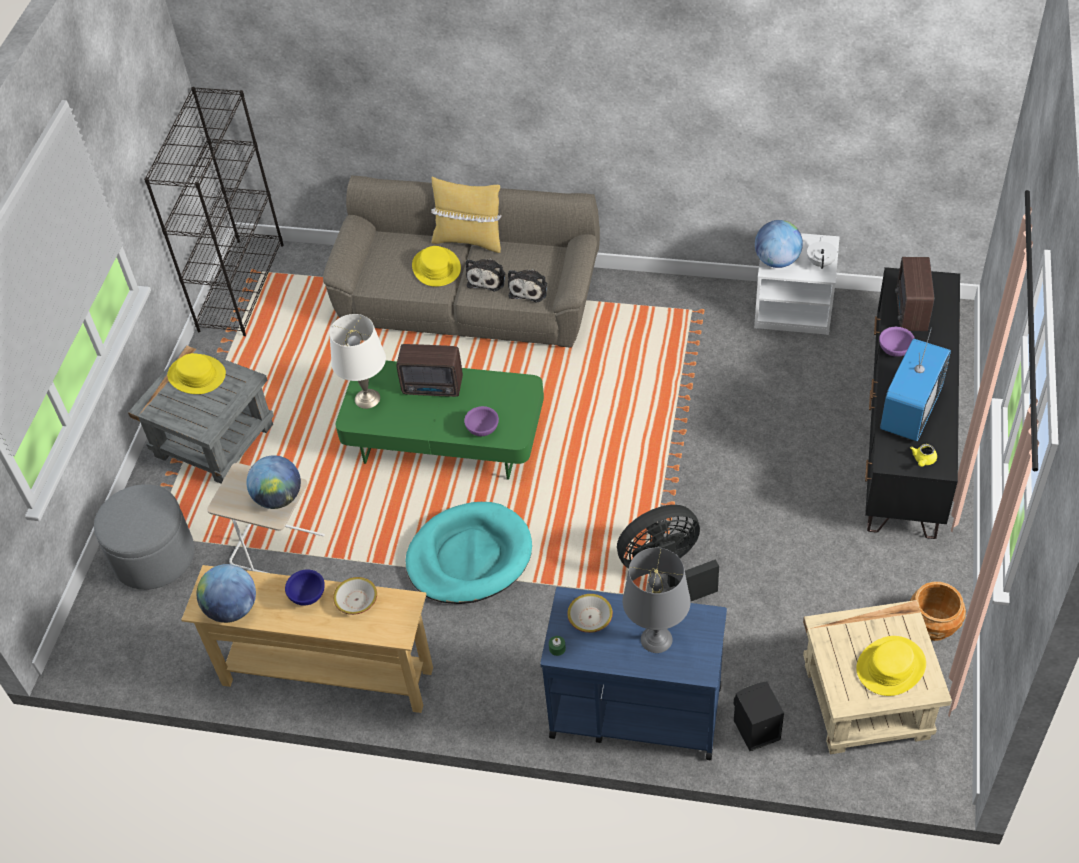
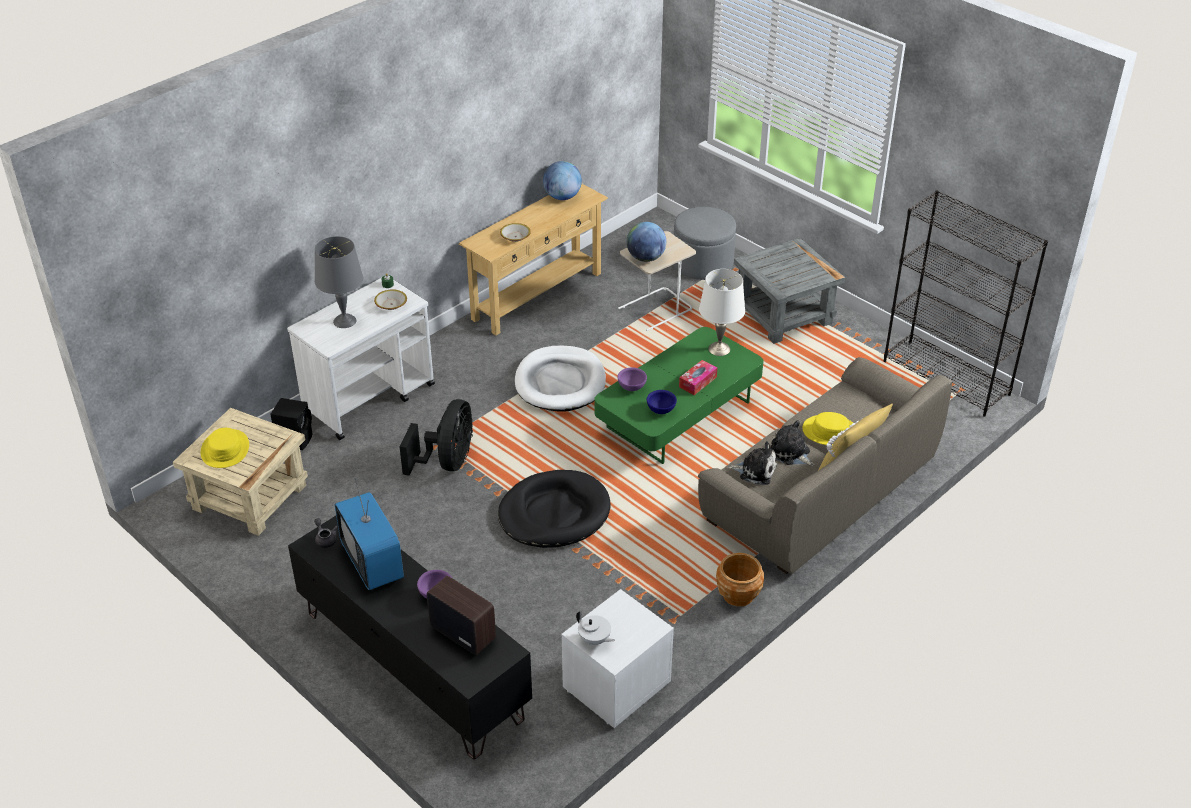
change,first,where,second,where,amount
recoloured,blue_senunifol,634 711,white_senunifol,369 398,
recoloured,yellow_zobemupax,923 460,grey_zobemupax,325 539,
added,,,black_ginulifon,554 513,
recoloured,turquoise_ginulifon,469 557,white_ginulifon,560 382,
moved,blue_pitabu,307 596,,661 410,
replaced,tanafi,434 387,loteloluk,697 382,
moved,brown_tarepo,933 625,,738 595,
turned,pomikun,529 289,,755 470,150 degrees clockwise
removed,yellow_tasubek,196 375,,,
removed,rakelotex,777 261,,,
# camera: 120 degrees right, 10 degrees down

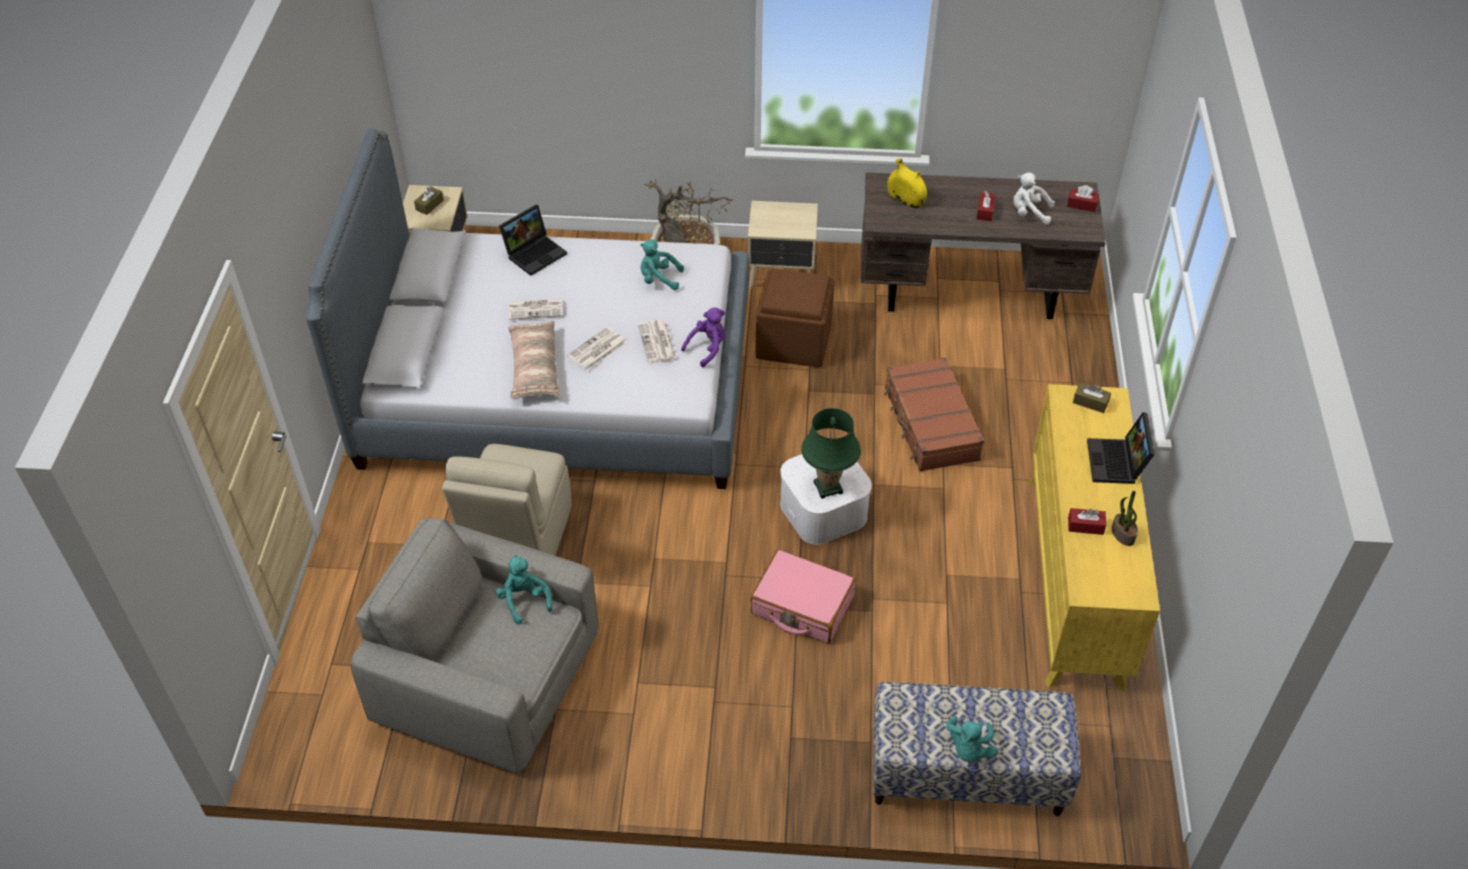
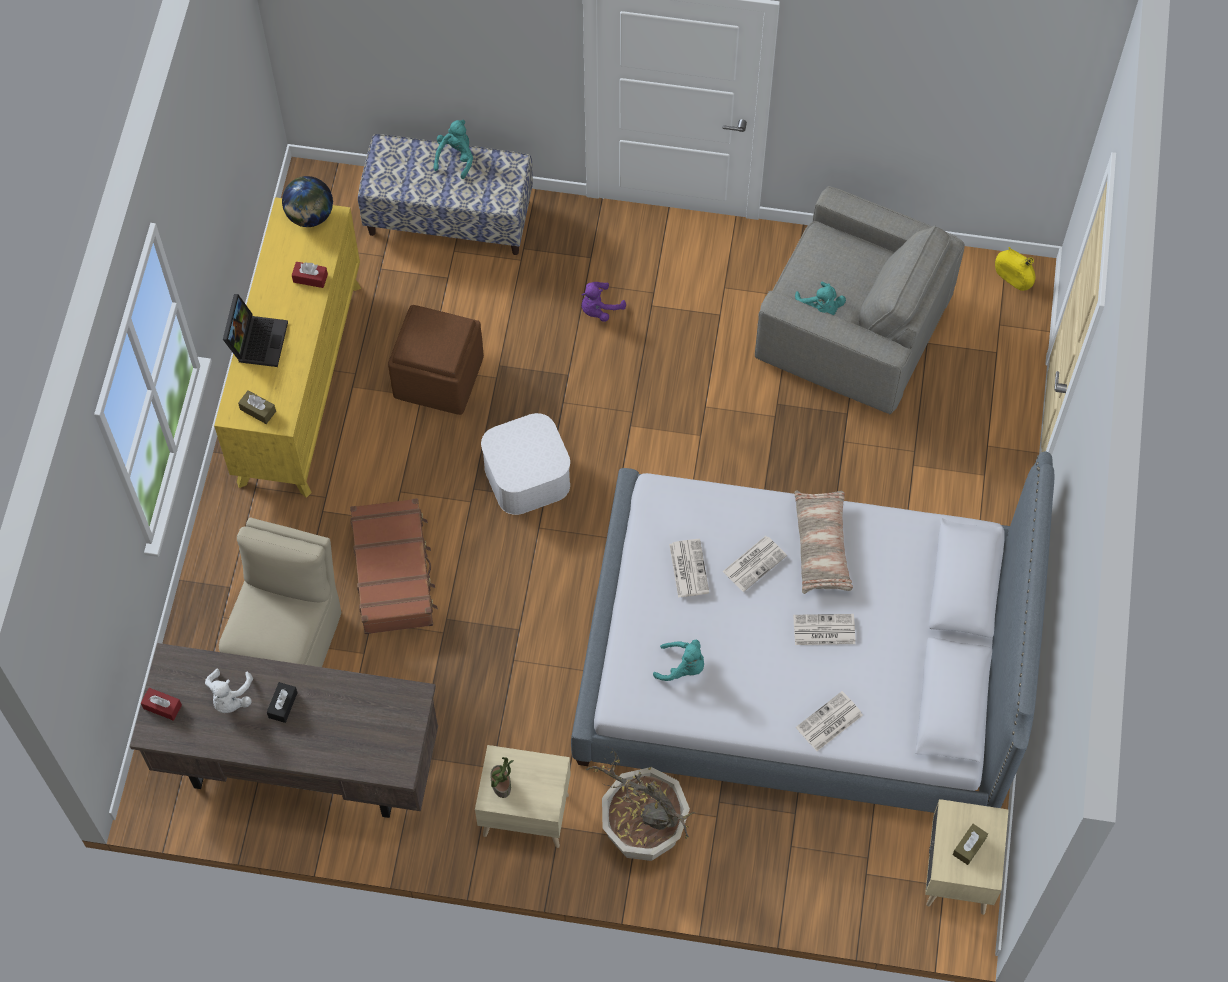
change,first,where,second,where,amount
turned,white_pomikun,1029 212,,230 698,75 degrees clockwise
moved,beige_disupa,518 542,,288 645,
recoloured,red_loteloluk,985 211,black_loteloluk,283 705,
added,,,rakelotex,310 216,
moved,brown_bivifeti,794 341,,438 376,
moved,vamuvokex,1122 534,,501 784,
moved,purple_pomikun,708 348,,599 309,
replaced,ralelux,535 253,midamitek,829 722,
moved,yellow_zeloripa,905 200,,1012 278,
removed,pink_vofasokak,802 605,,,
removed,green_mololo,828 487,,,
# camera: 175 degrees left, 15 degrees up

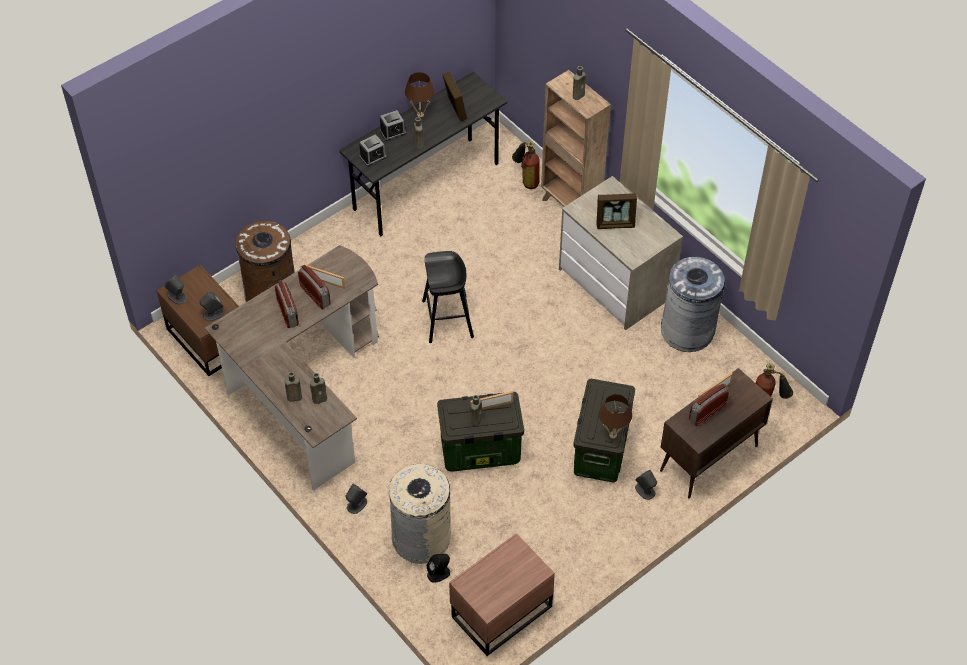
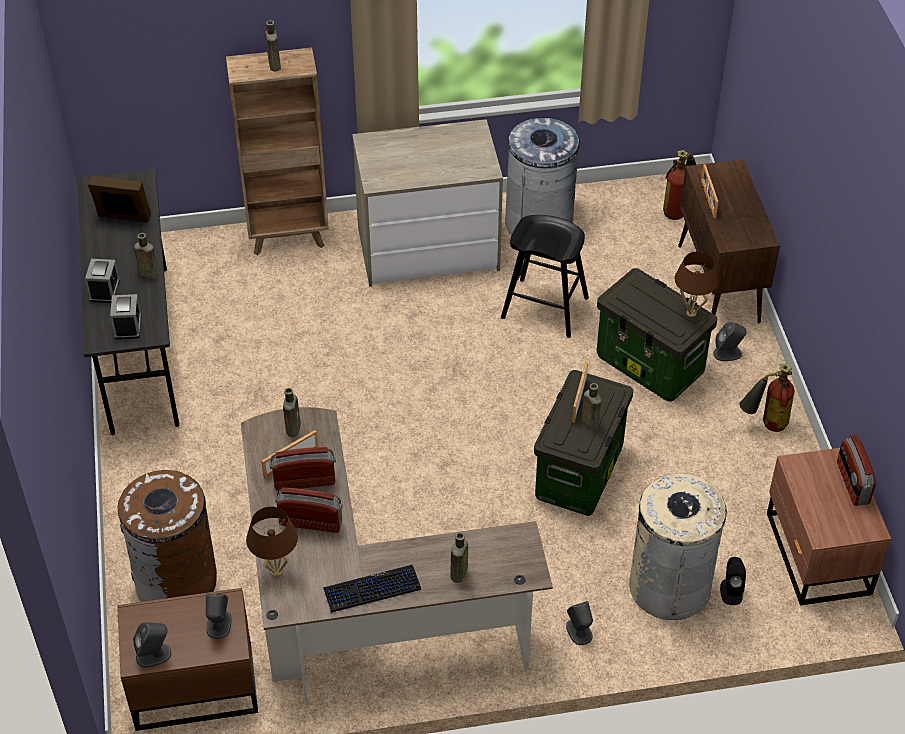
change,first,where,second,where,amount
moved,brown_mololo,420 114,,276 571,
moved,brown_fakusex,320 398,,293 427,
added,,,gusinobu,372 589,
moved,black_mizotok,447 318,,544 308,
moved,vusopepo,526 179,,764 425,
moved,tanafi,707 412,,852 483,
removed,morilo,615 224,,,
# camera: 60 degrees left, 5 degrees down

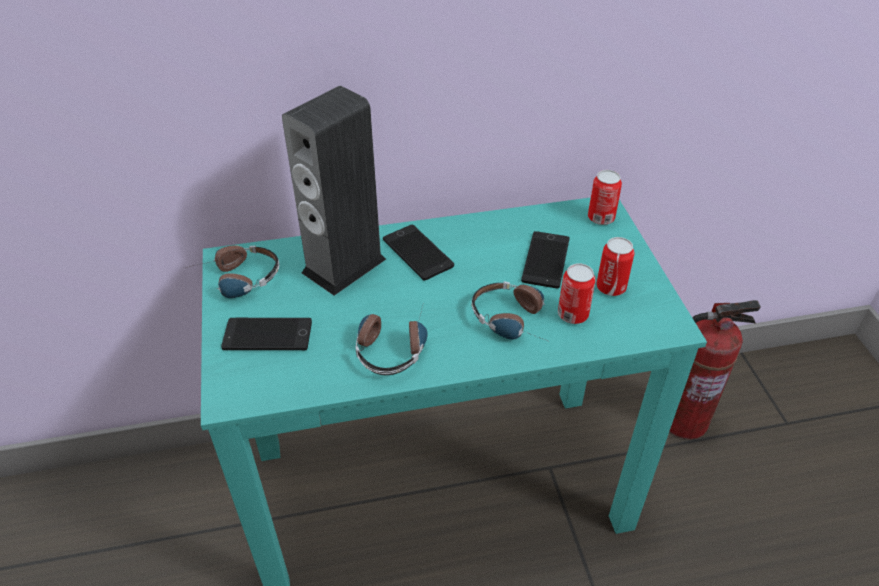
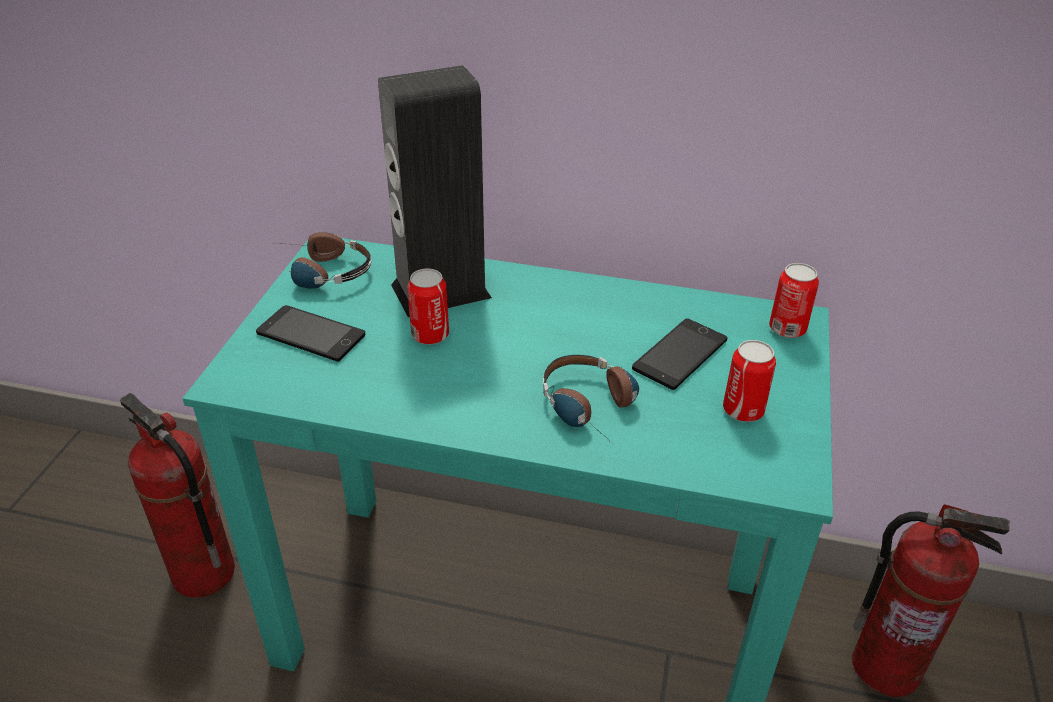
change,first,where,second,where,amount
added,,,vusopepo,202 573,
moved,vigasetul,573 314,,430 335,
removed,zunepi,392 344,,,
removed,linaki,417 253,,,
# camera: 25 degrees right, 5 degrees down

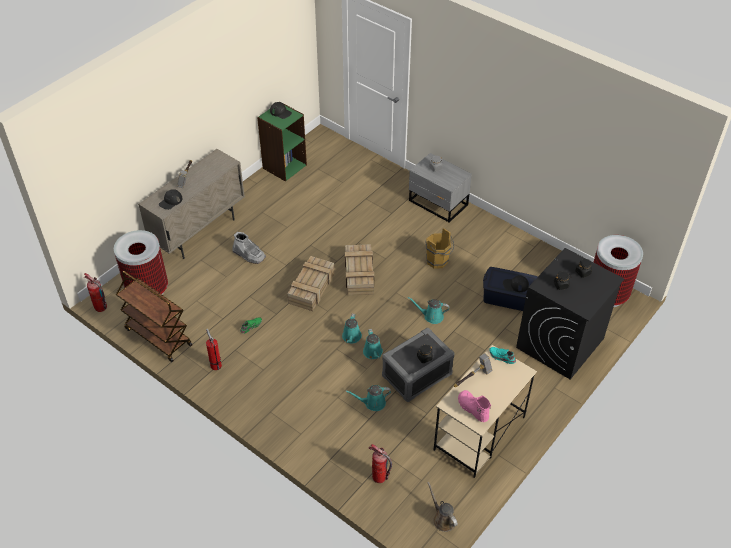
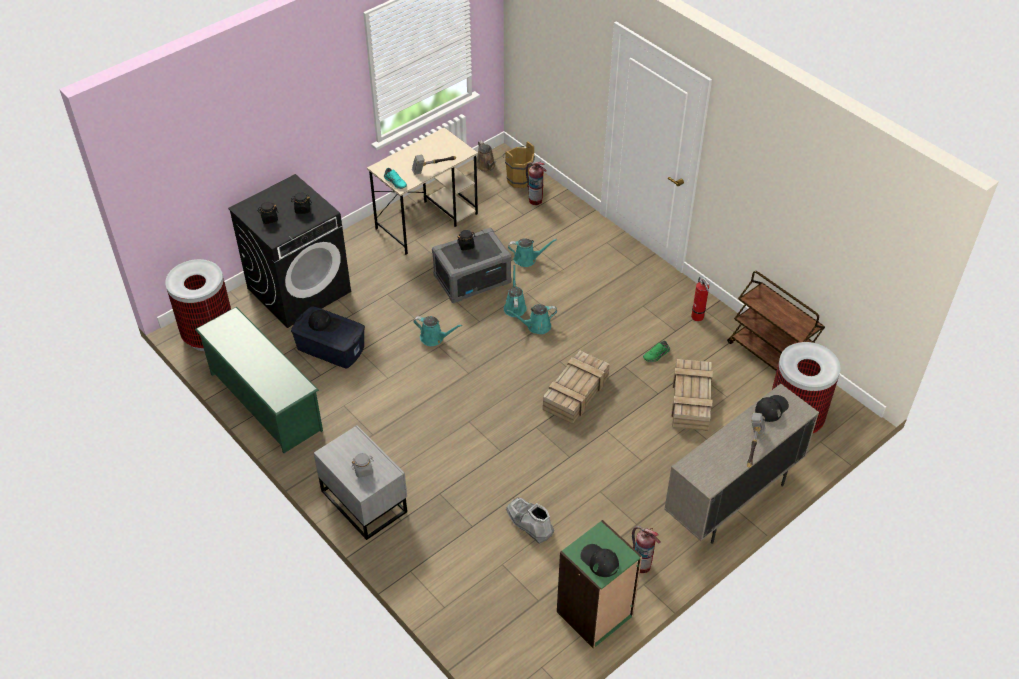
change,first,where,second,where,amount
added,,,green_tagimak,265 401,
moved,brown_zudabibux,438 262,,518 179,
moved,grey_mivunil,249 255,,529 523,
turned,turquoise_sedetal,351 337,,536 326,120 degrees counterclockwise
moved,vusopepo,100 307,,642 565,
moved,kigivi,359 274,,691 401,
removed,pink_mivunil,472 409,,,
# camera: 170 degrees left, 0 degrees up

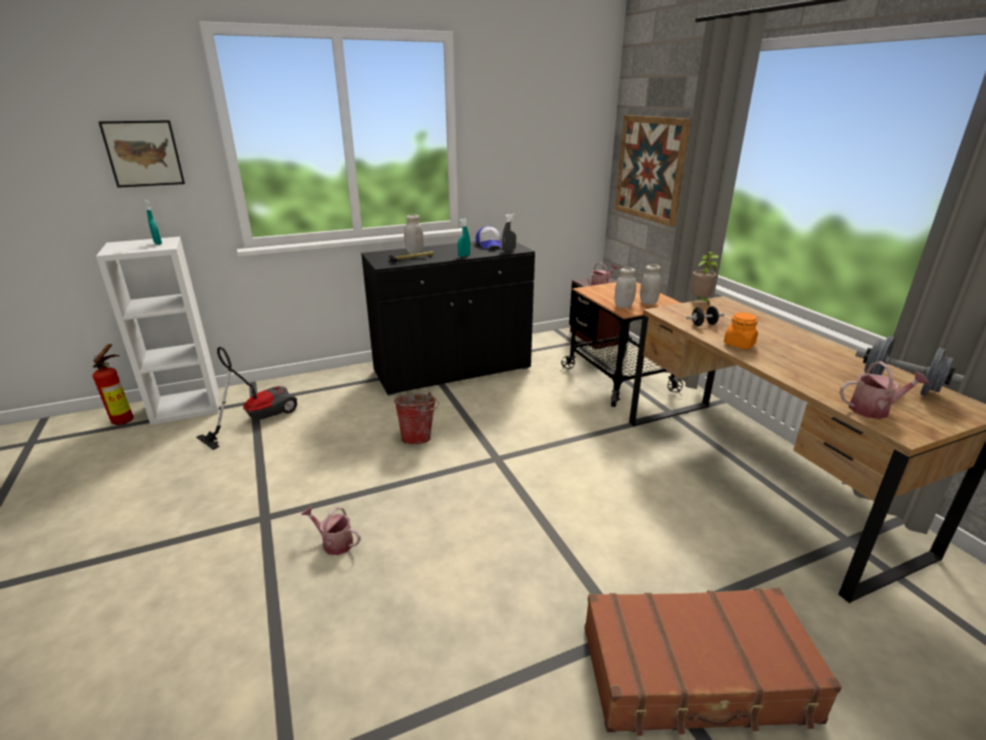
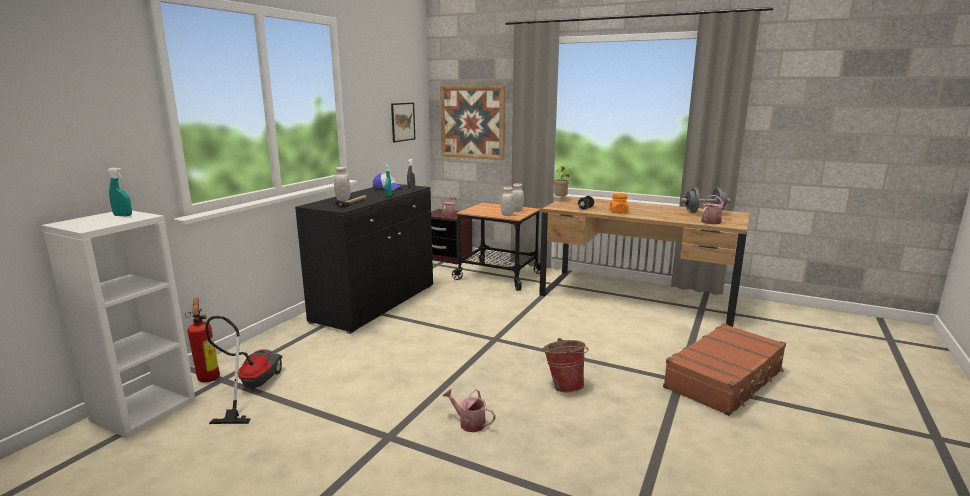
change,first,where,second,where,amount
moved,vusopepo,125 419,,209 377,
moved,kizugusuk,143 153,,402 122,
turned,sedetal,334 542,,469 423,45 degrees clockwise
moved,zudabibux,419 437,,564 385,
# camera: 40 degrees left, 10 degrees down

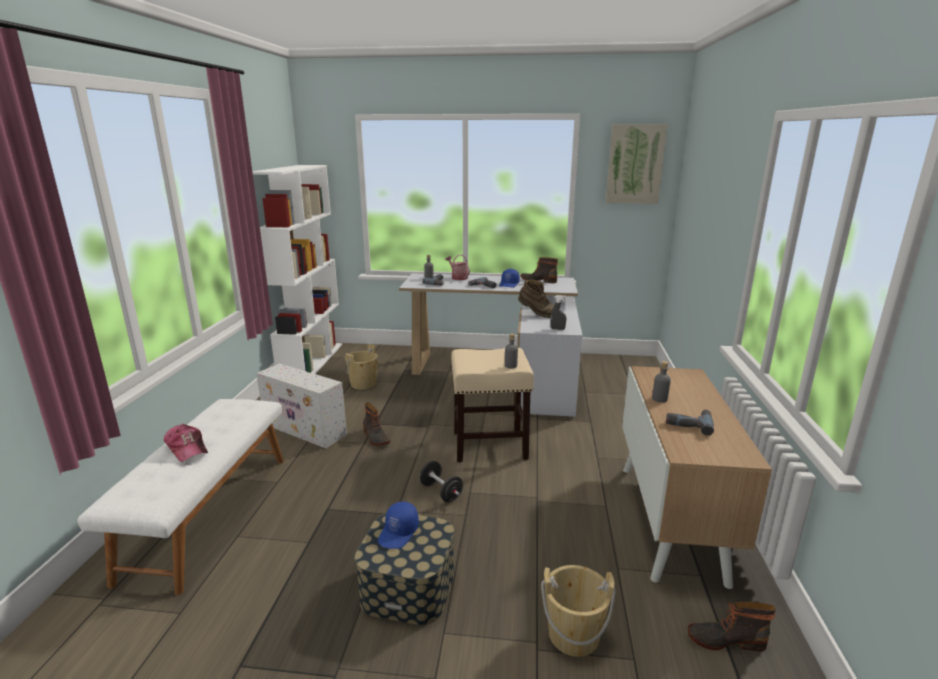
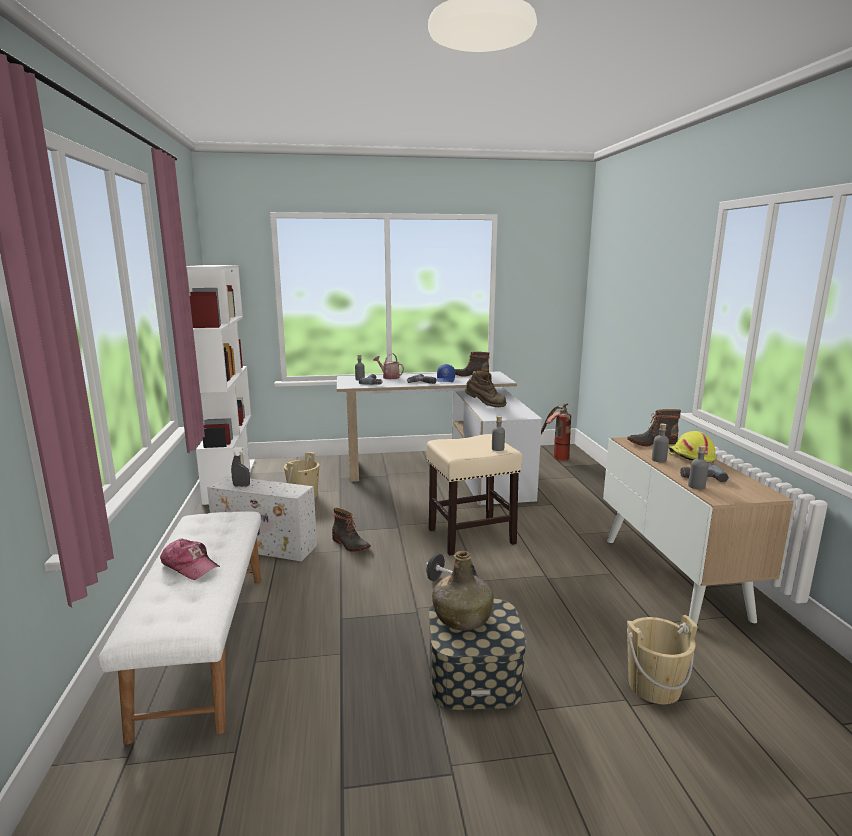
change,first,where,second,where,amount
moved,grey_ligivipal,557 329,,241 486,
replaced,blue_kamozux,399 533,green_fakusex,462 618,
added,,,vusopepo,555 457,
moved,mivunil,725 639,,651 442,
added,,,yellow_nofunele,690 457,
added,,,grey_fakusex,696 486,
removed,kizugusuk,635 164,,,
# camera: 15 degrees left, 5 degrees down

